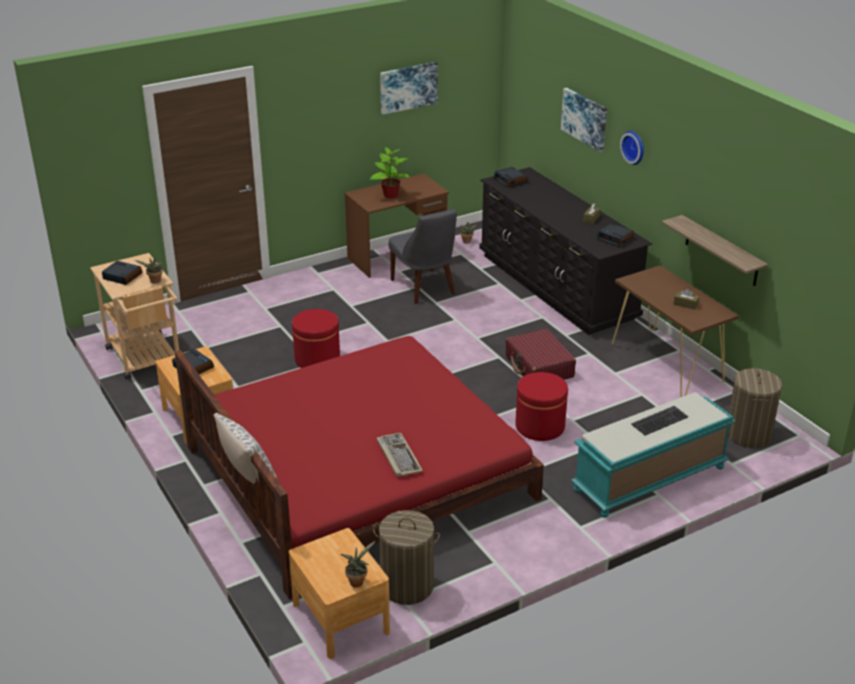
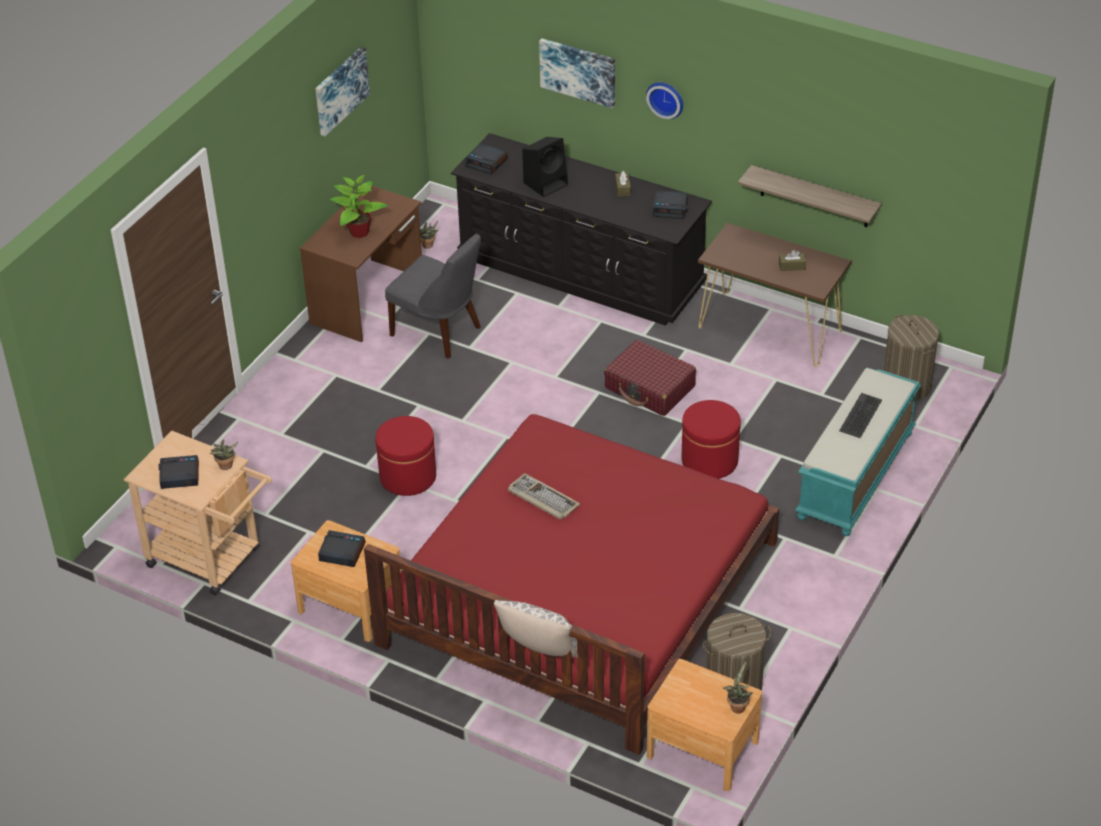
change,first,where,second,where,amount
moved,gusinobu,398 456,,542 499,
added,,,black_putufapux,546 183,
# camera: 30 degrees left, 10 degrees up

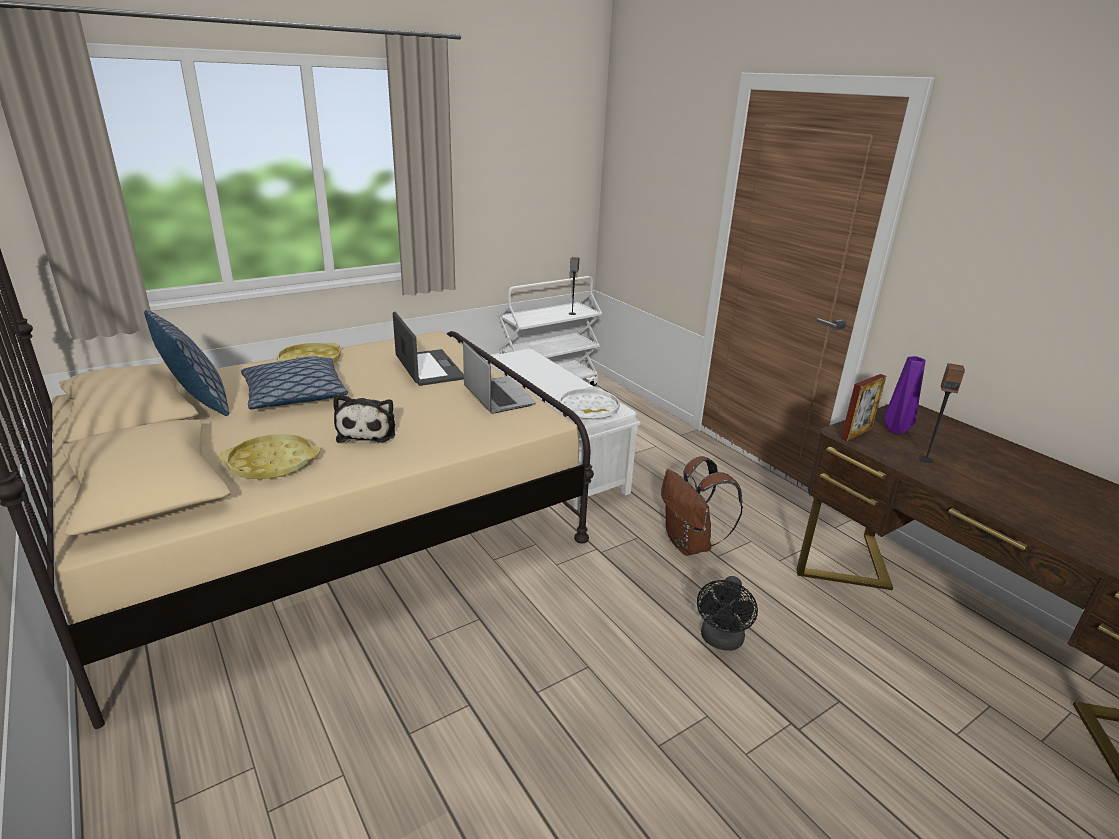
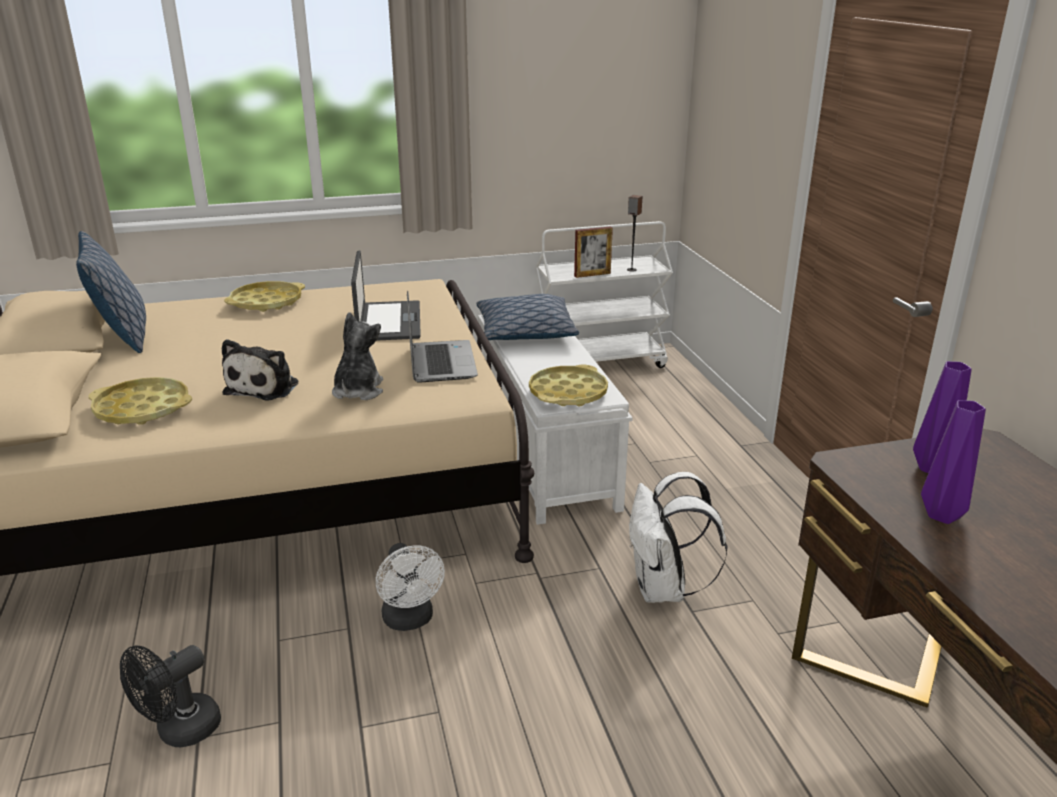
change,first,where,second,where,amount
moved,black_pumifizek,721 641,,180 731,
added,,,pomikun,358 391,
added,,,white_pumifizek,410 620,
moved,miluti,295 395,,526 332,
recoloured,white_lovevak,589 409,yellow_lovevak,568 393,
moved,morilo,856 434,,592 275,
recoloured,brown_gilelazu,690 544,white_gilelazu,663 589,
replaced,putufapux,926 459,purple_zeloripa,941 516,
# camera: 20 degrees right, 0 degrees up

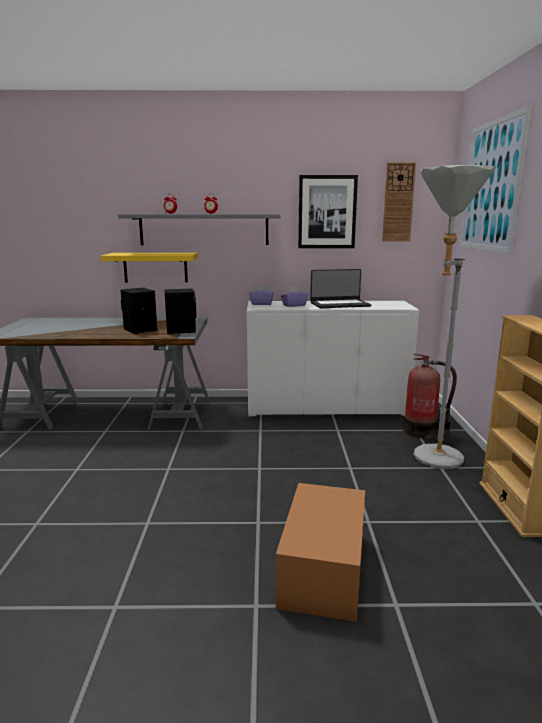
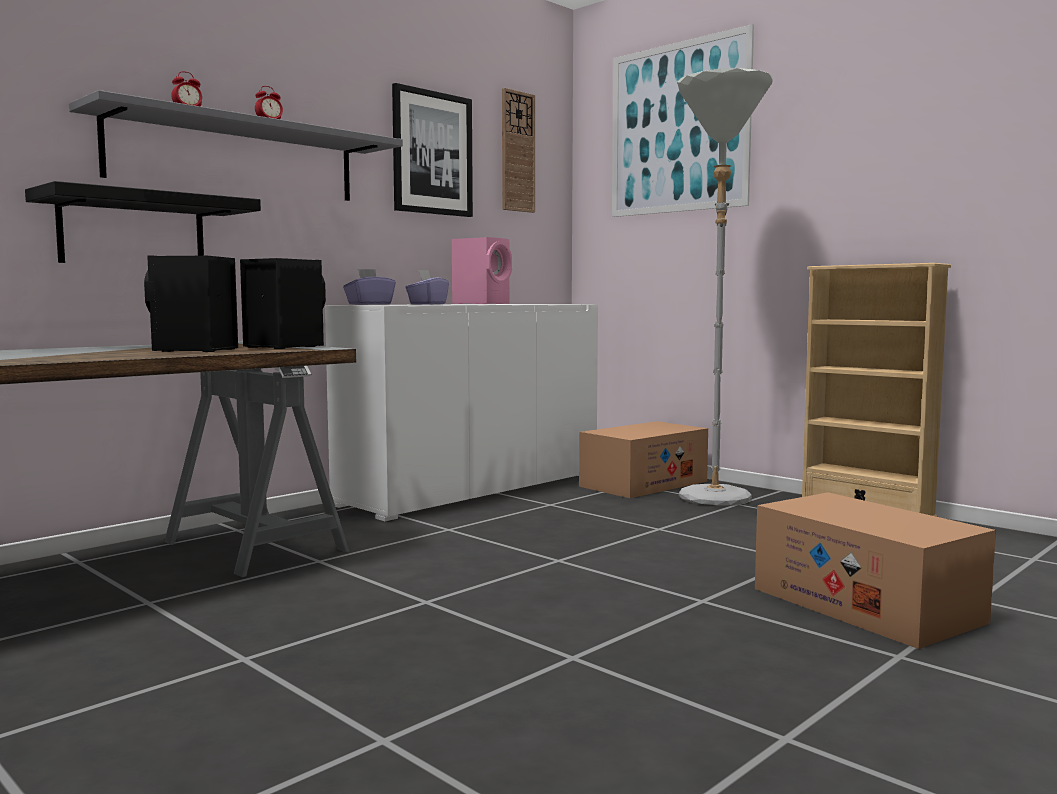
change,first,where,second,where,amount
recoloured,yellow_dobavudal,155 267,black_dobavudal,133 231,
replaced,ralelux,339 304,pink_putufapux,482 304,
replaced,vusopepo,422 431,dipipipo,643 484,
# camera: 45 degrees left, 10 degrees down

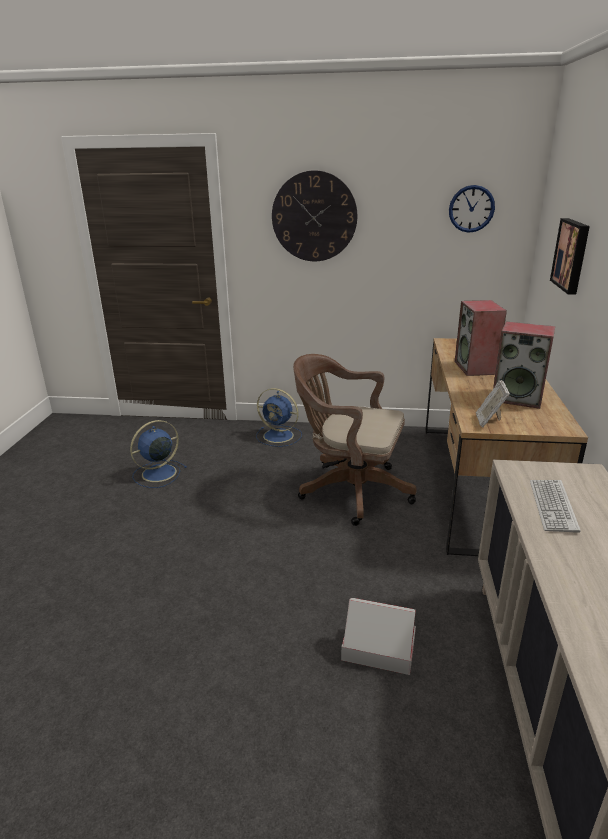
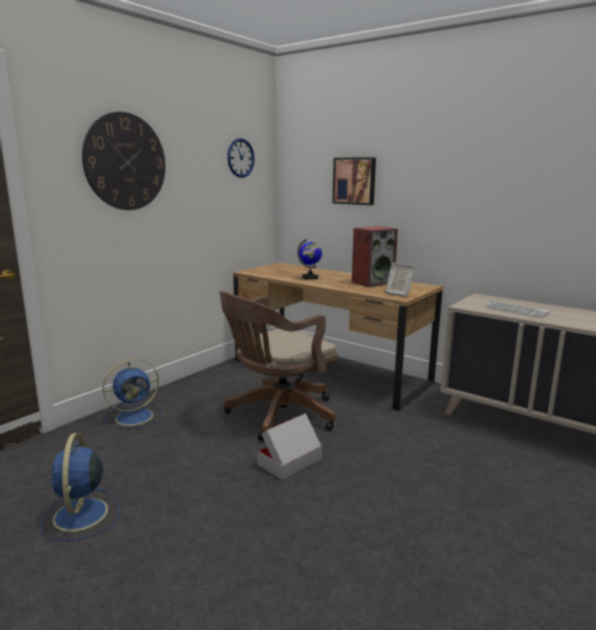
change,first,where,second,where,amount
moved,dipipipo,378 649,,290 461,
replaced,putufapux,476 368,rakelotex,310 277,
# camera: 60 degrees left, 10 degrees down

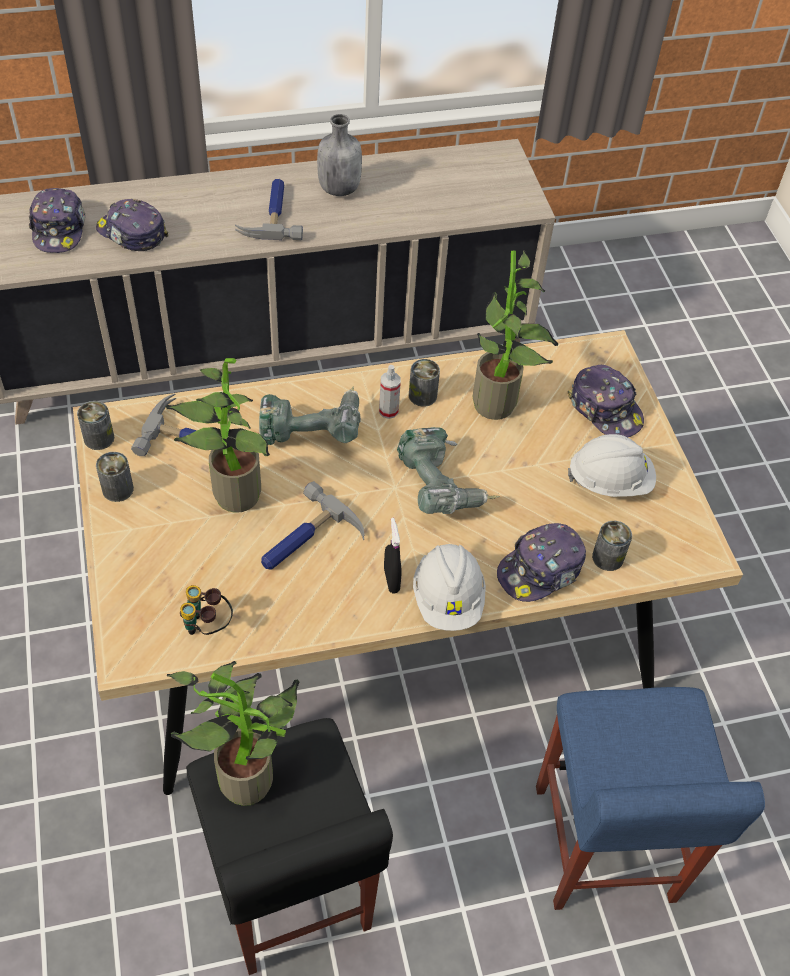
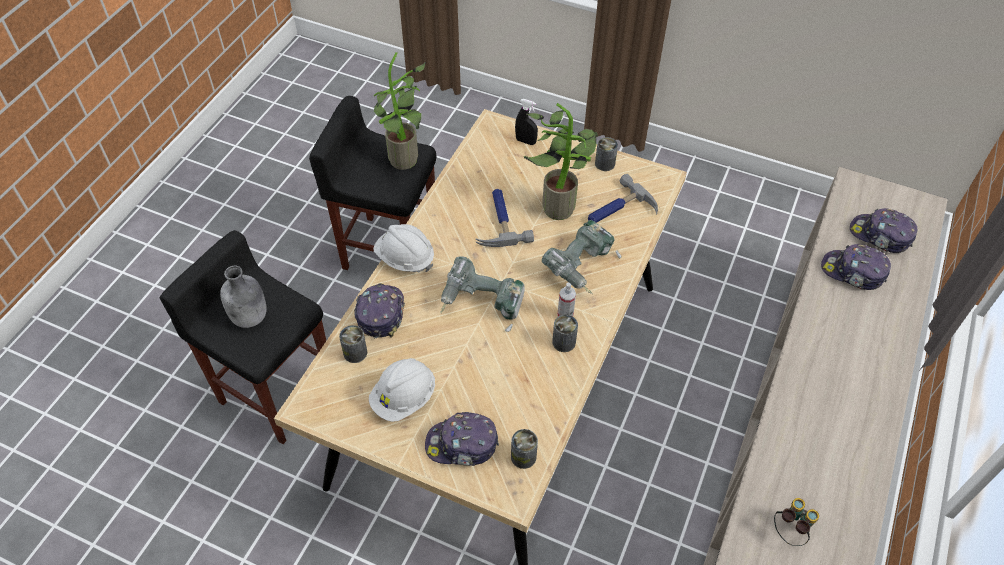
change,first,where,second,where,amount
recoloured,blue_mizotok,604 845,black_mizotok,276 392,
moved,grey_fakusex,339 188,,250 317,
moved,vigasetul,99 438,,523 456,
moved,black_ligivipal,391 580,,525 141,
moved,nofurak,207 626,,789 531,
turned,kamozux,132 233,,853 272,135 degrees counterclockwise
removed,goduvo,271 214,,,
removed,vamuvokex,500 406,,,
# camera: 130 degrees right, 0 degrees up

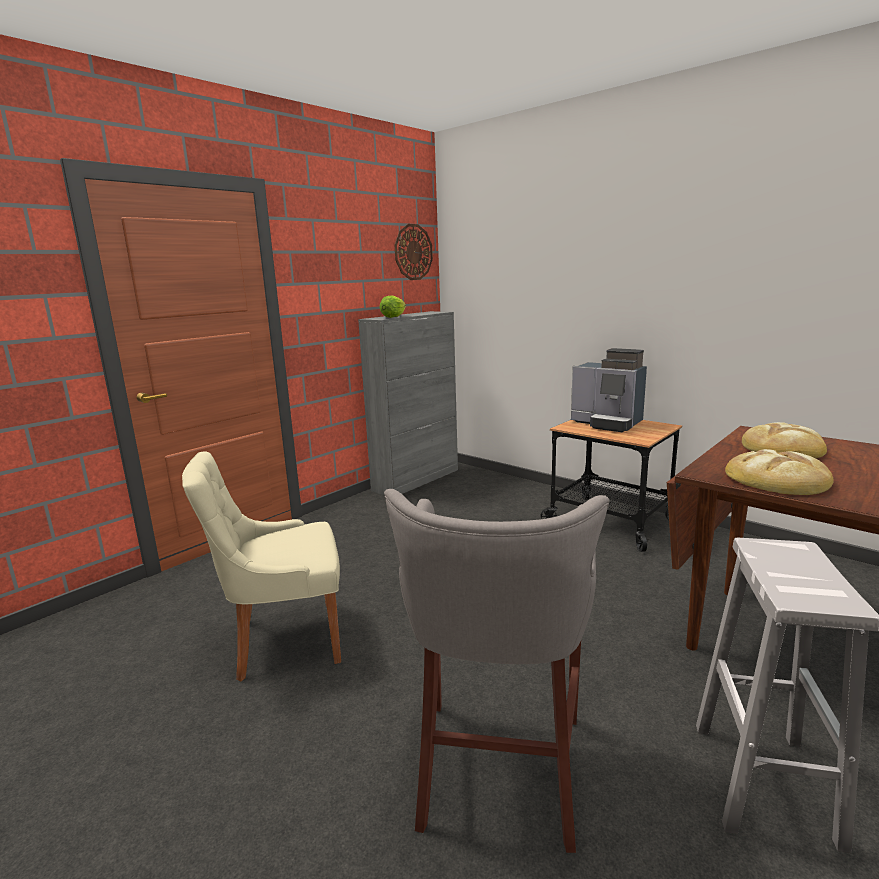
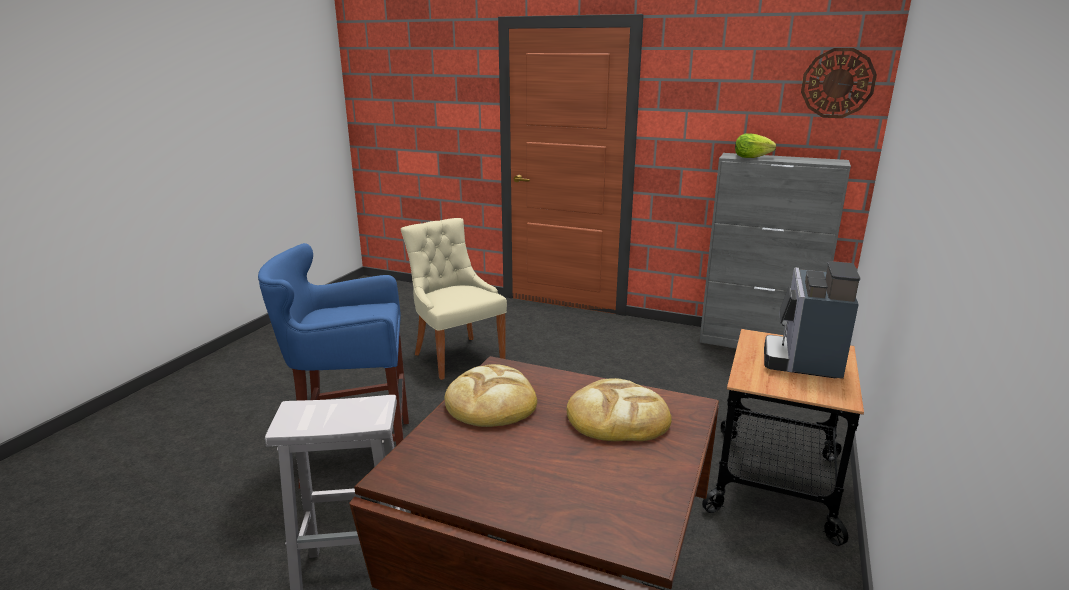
change,first,where,second,where,amount
recoloured,grey_mizotok,498 773,blue_mizotok,354 454,
# camera: 70 degrees right, 5 degrees up

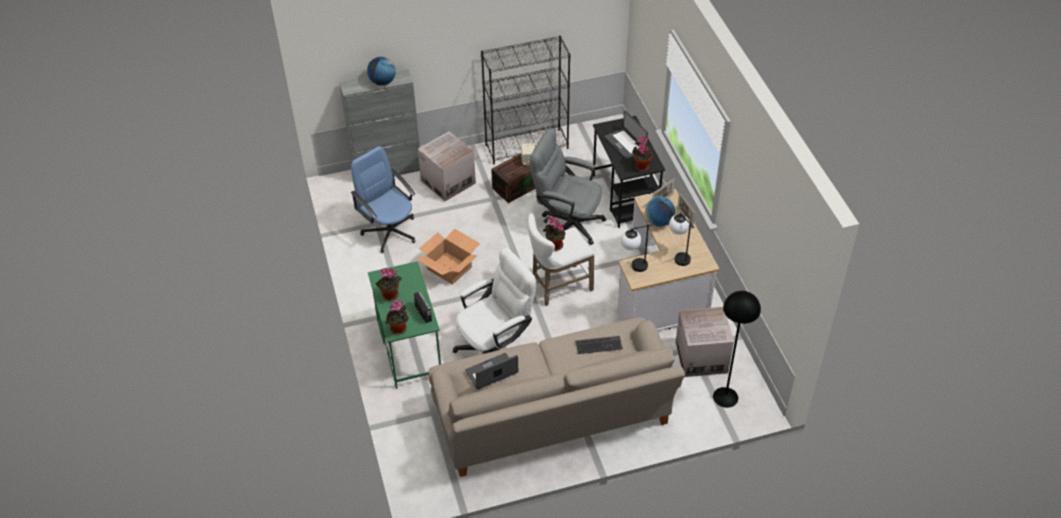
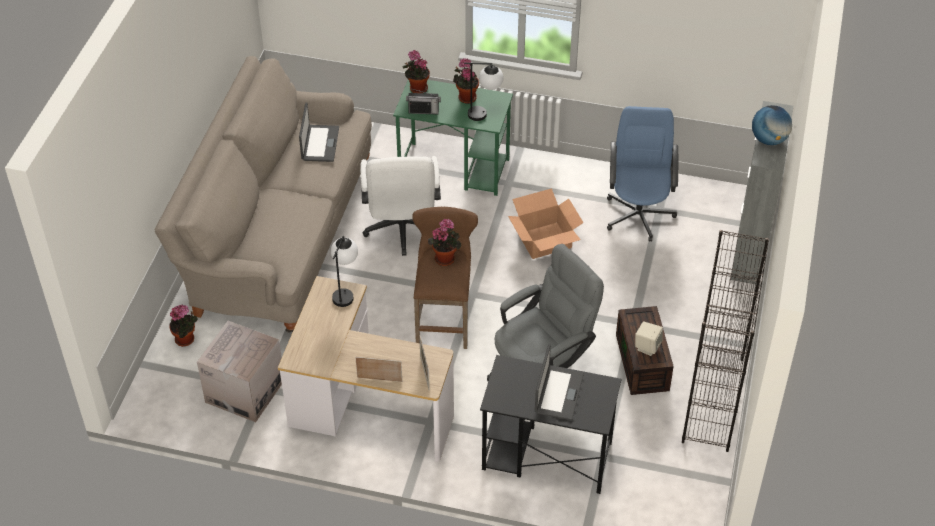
change,first,where,second,where,amount
moved,vamuvokex,641 166,,186 339,
recoloured,white_mizotok,558 287,brown_mizotok,444 318,
moved,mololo,678 255,,485 114,
turned,ralelux,625 143,,558 393,105 degrees clockwise
turned,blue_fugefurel,390 231,,638 214,75 degrees counterclockwise
removed,dipipipo,448 182,,,
removed,gusinobu,598 345,,,
removed,rakelotex,658 222,,,
removed,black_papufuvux,725 397,,,
# camera: 120 degrees right, 0 degrees up

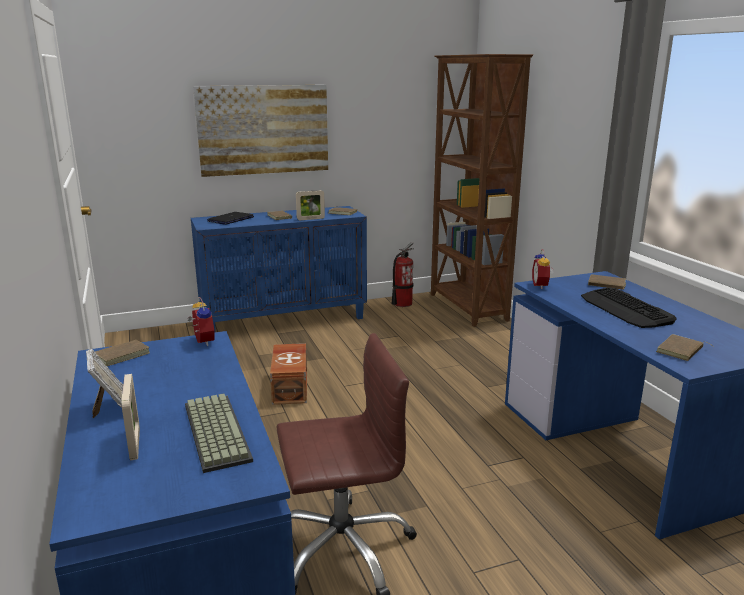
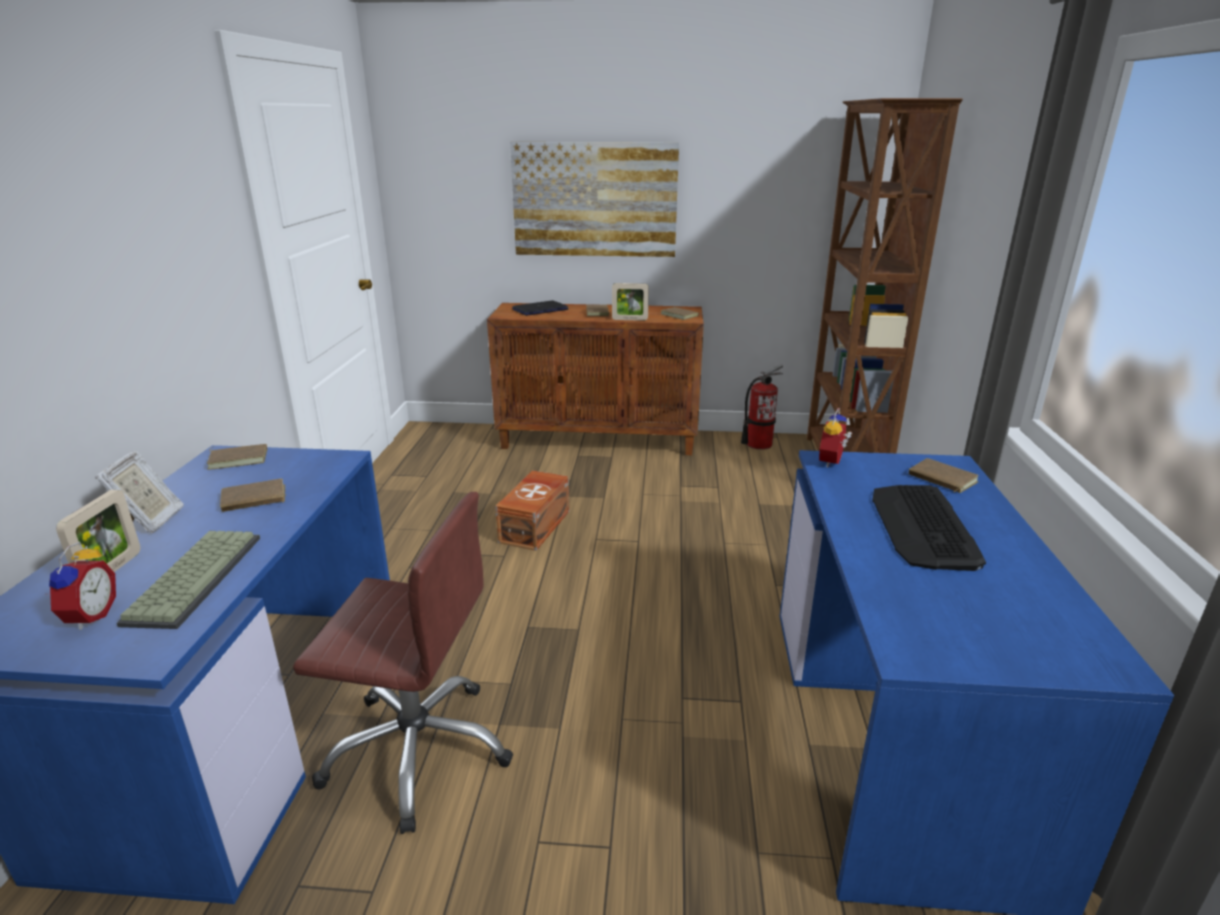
change,first,where,second,where,amount
moved,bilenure,202 342,,88 616,
moved,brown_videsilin,681 351,,254 500,
recoloured,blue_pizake,285 320,brown_pizake,599 440,
# camera: 25 degrees right, 5 degrees up

